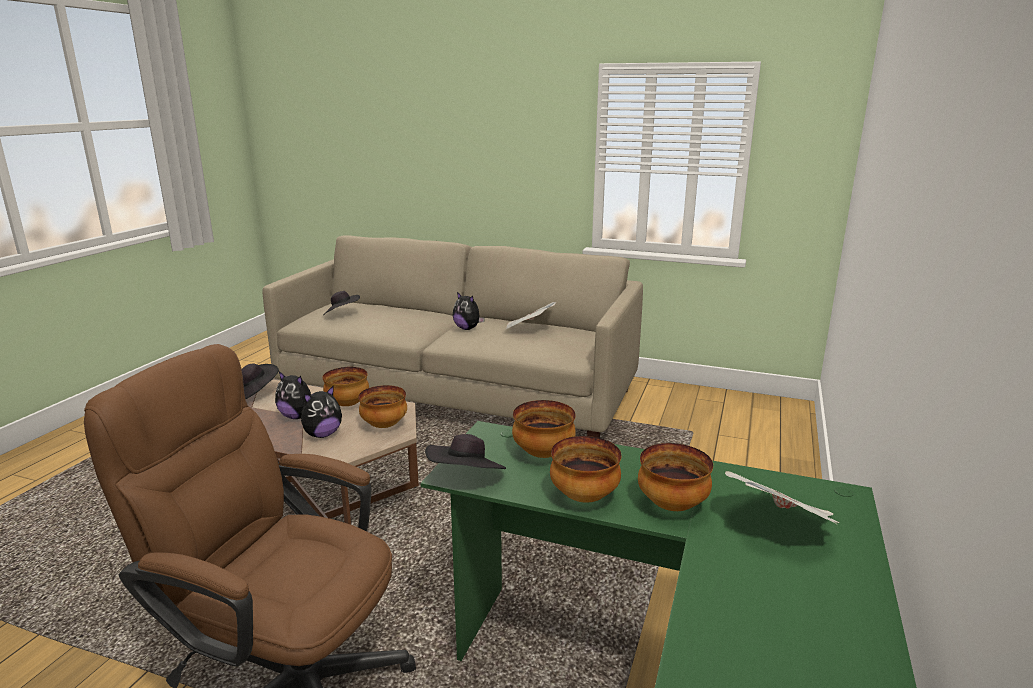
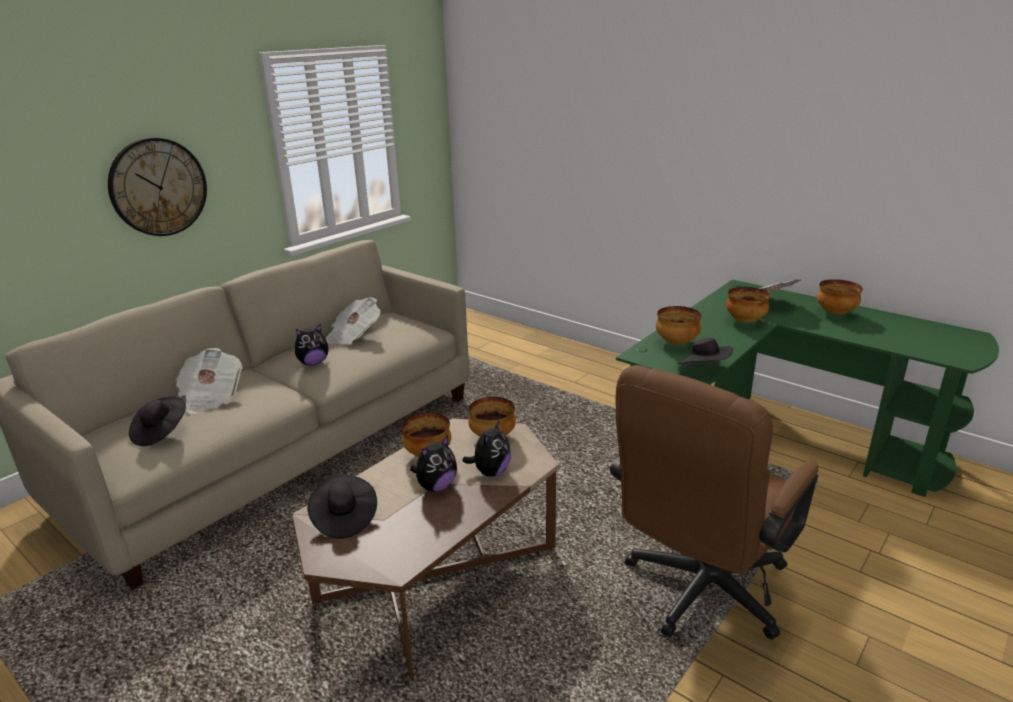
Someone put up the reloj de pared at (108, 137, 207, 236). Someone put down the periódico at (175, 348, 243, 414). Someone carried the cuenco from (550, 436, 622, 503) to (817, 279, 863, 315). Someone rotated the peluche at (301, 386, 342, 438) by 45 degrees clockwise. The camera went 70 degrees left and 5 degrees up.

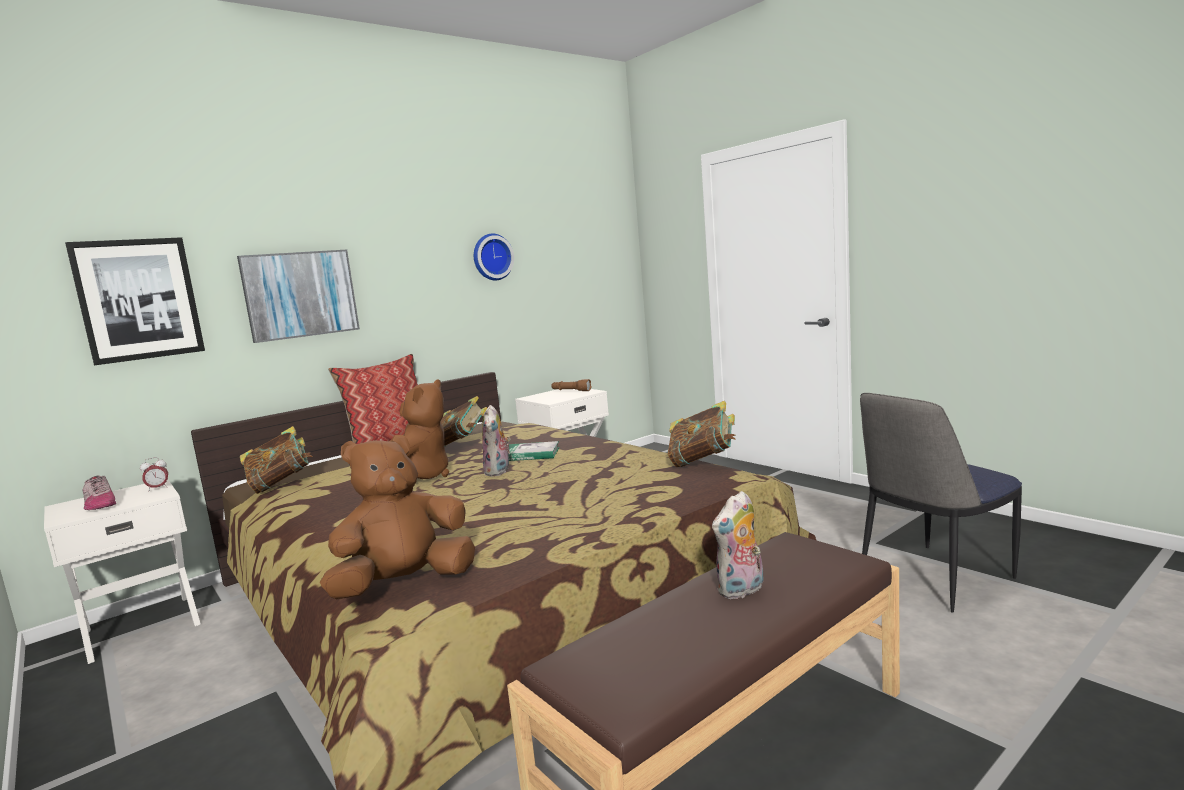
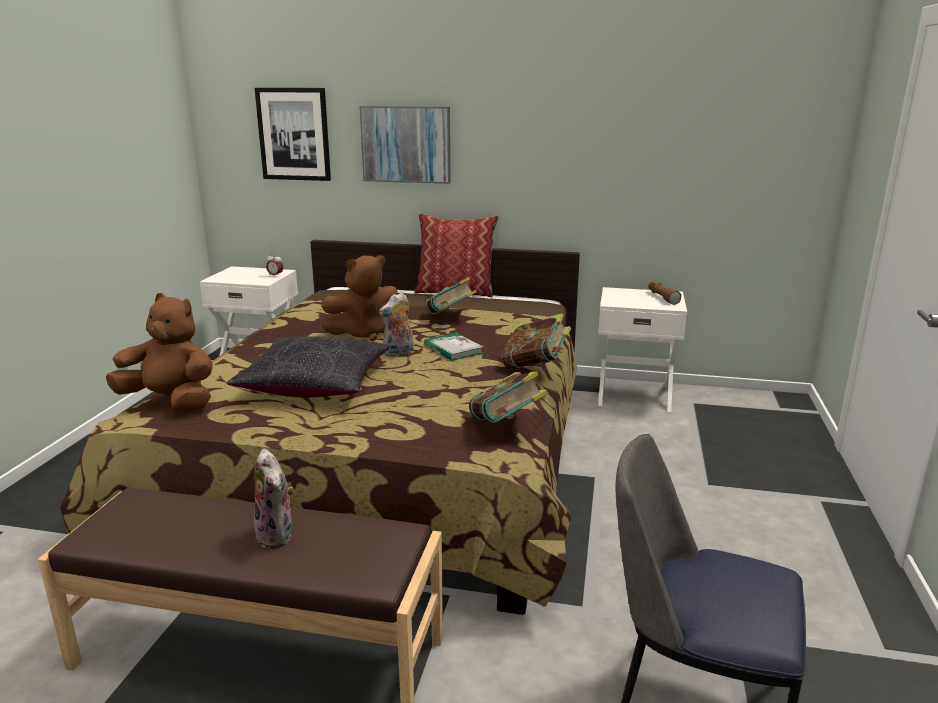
Someone took away the zapato at (83, 476, 116, 510). Someone took away the reloj de pared at (474, 234, 514, 281). Someone put down the cojín [negro] at (226, 336, 390, 398). Someone carried the libro from (240, 426, 312, 494) to (501, 313, 571, 370). Someone rotated the peluche at (712, 491, 764, 599) by 135 degrees counterclockwise. The camera went 50 degrees right and 10 degrees up.

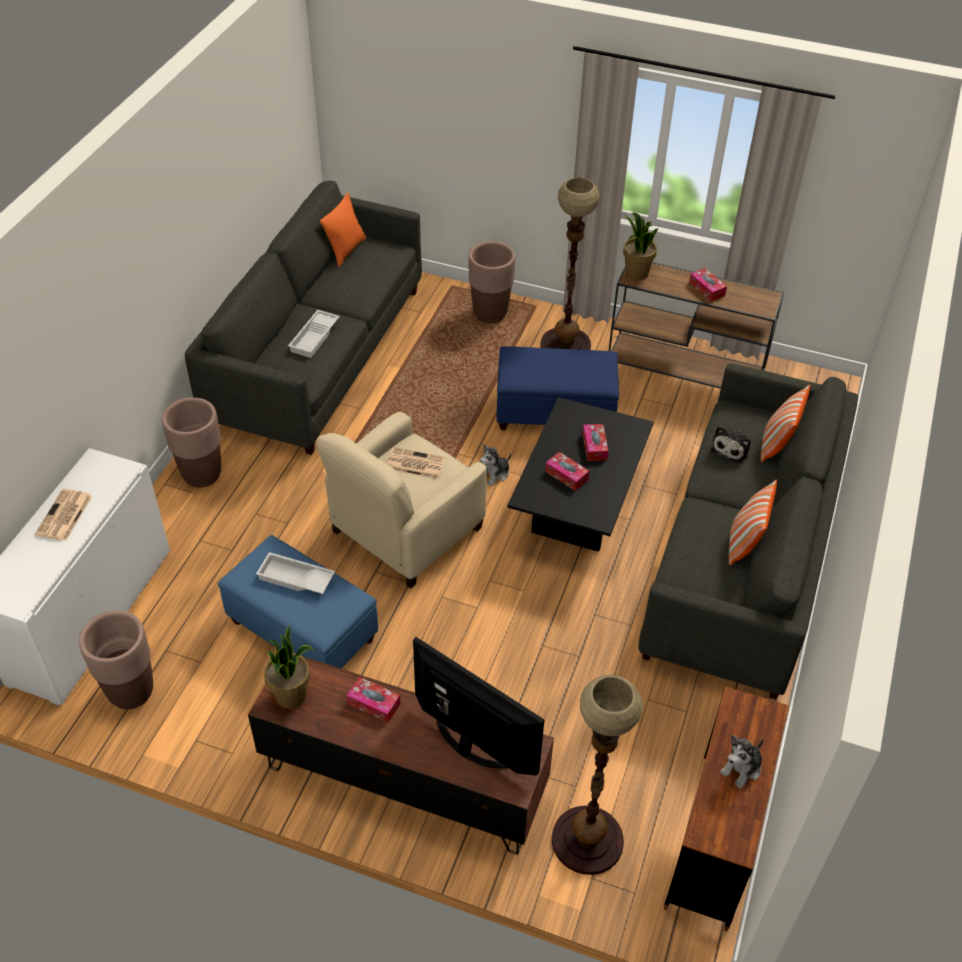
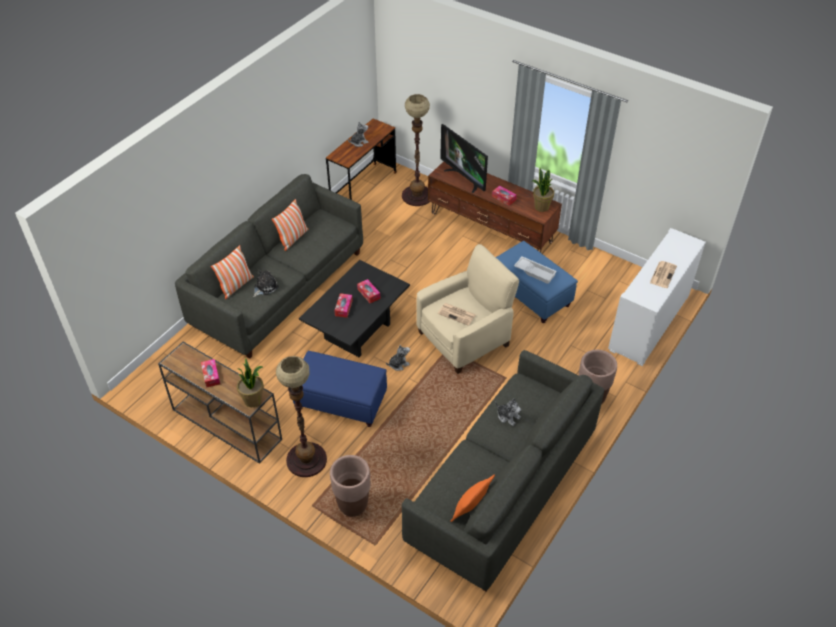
Someone took away the maceta [marrón] at (79, 610, 153, 709). Someone swapped the bandeja [blanco] at (288, 310, 340, 358) for the peluche at (496, 398, 521, 426). The camera went 165 degrees left and 0 degrees up.

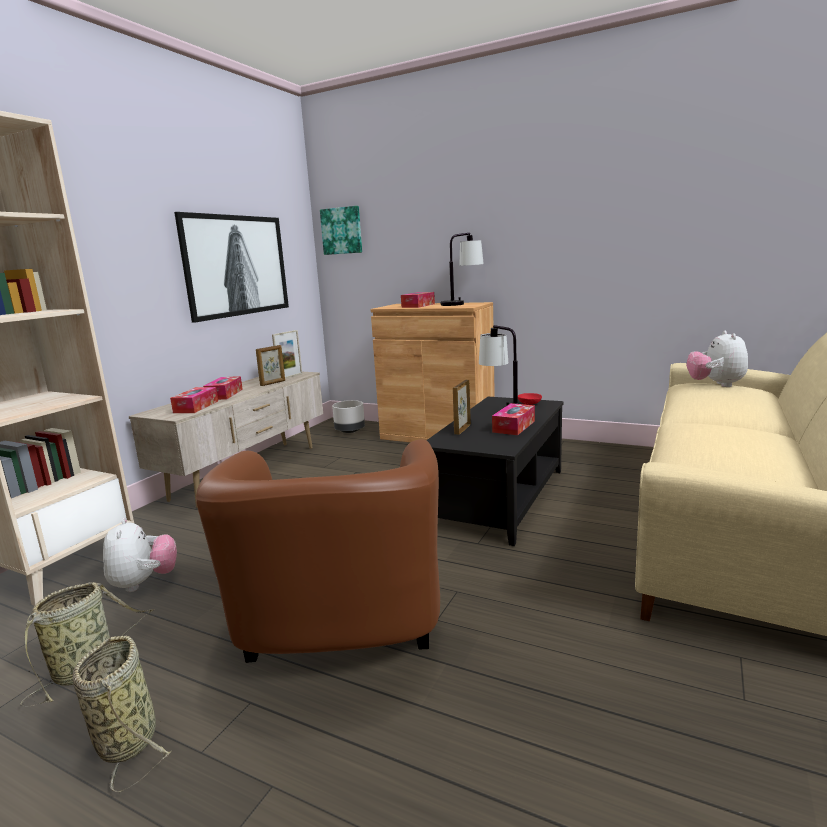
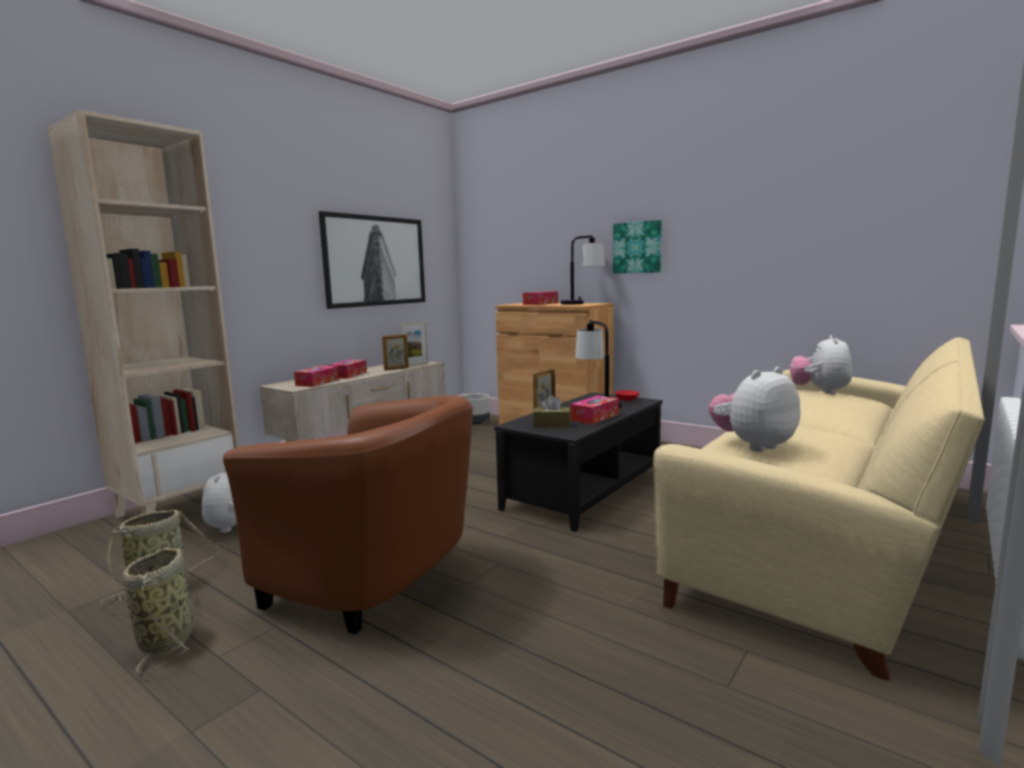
Someone put down the caja de pañuelos [marrón] at (533, 395, 571, 427). Someone put down the peluche at (709, 367, 800, 452). Someone carried the cuadro from (320, 206, 362, 255) to (613, 220, 662, 274). Someone rotated the sillón [marrón] at (196, 439, 440, 663) by 75 degrees counterclockwise. The camera went 10 degrees right and 5 degrees down.

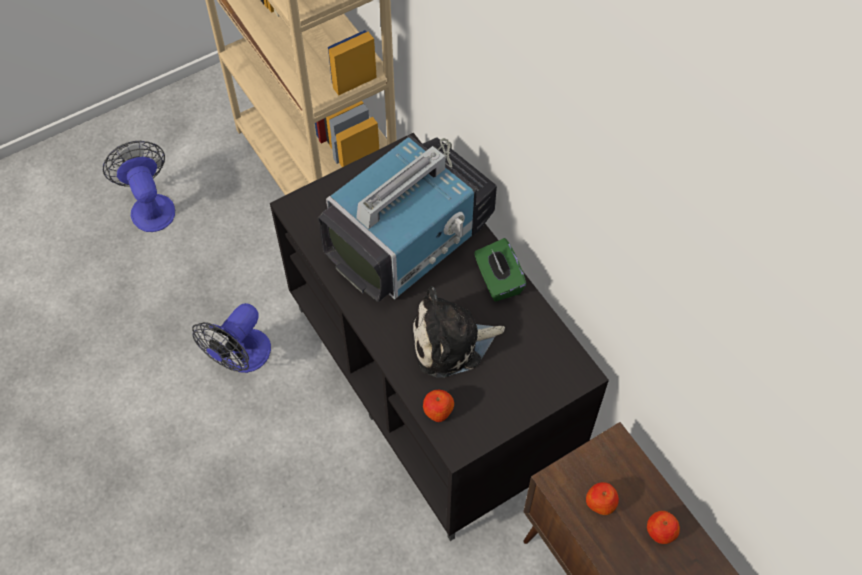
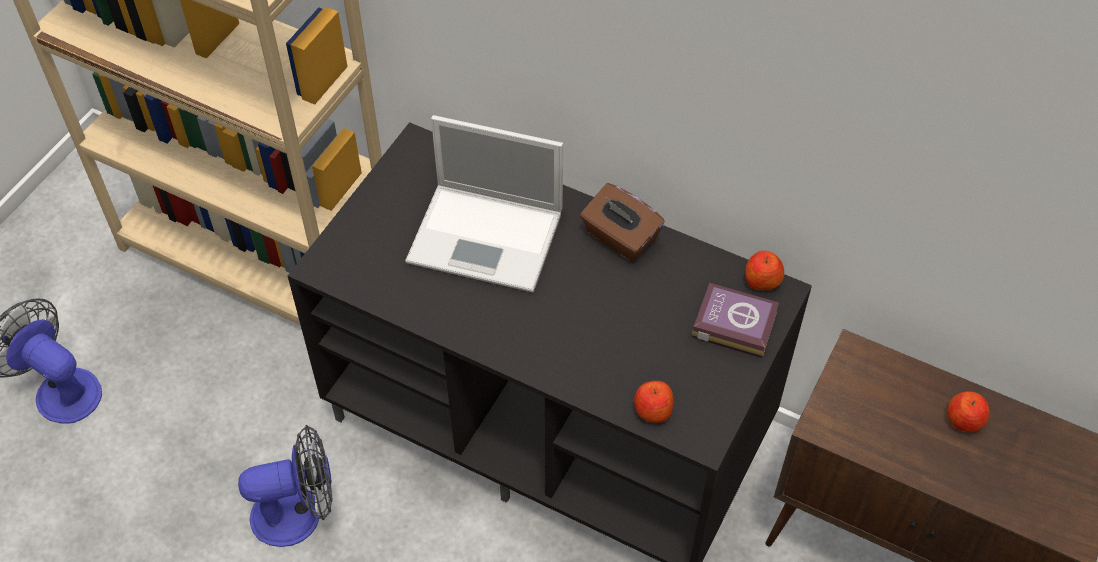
Someone took away the peluche at (412, 286, 505, 378). Someone put down the libro at (692, 283, 779, 358). Someone carried the manzana from (586, 482, 619, 515) to (745, 251, 784, 290). Someone swapped the televisor at (318, 135, 497, 302) for the portátil at (405, 115, 563, 292). Someone repainted the caja de pañuelos [verde] at (474, 238, 527, 301), which became the caja de pañuelos [marrón] at (580, 183, 665, 261). Someone rotated the ventilador at (192, 303, 271, 373) by 105 degrees counterclockwise. The camera went 30 degrees left and 5 degrees down.

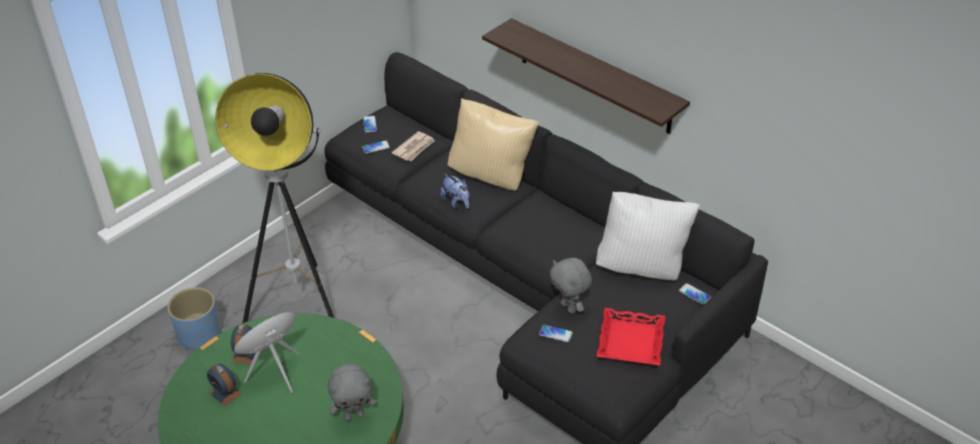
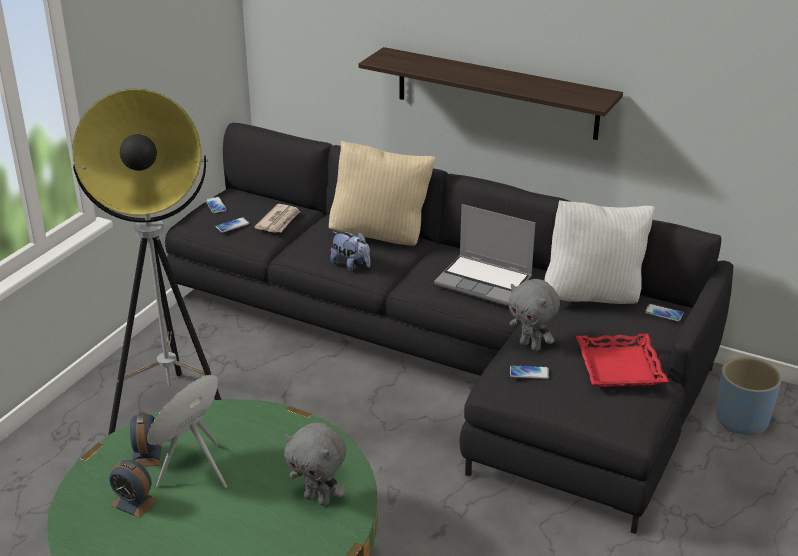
Someone put down the portátil at (434, 204, 535, 306). Someone carried the maceta [azul] from (167, 287, 220, 350) to (716, 357, 782, 435). Someone rotated the peluche [gris] at (328, 364, 376, 421) by 60 degrees clockwise. The camera went 15 degrees left and 10 degrees down.

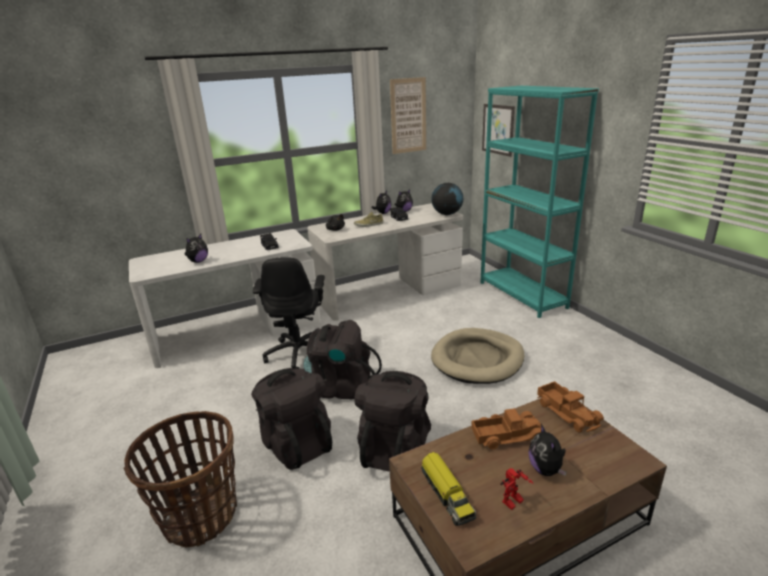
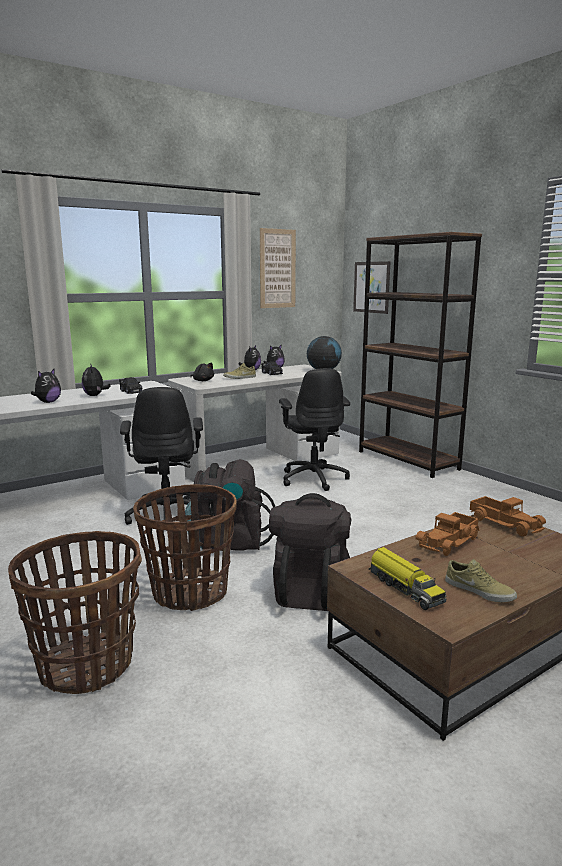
Someone took away the cama para perro [beis] at (431, 328, 524, 384). Someone put down the silla de oficina [negro] at (279, 368, 350, 491). Someone carried the peluche from (529, 424, 567, 476) to (82, 363, 110, 396). Someone swapped the mochila [negro] at (251, 368, 332, 470) for the cesta at (133, 484, 237, 611). Someone swapped the robot de juguete at (500, 468, 534, 510) for the zapato [beis] at (445, 559, 517, 602). Someone repainted the estantería [turquesa] at (480, 86, 599, 318), which became the estantería [marrón] at (359, 232, 482, 478). Someone rotated the camión de juguete at (471, 408, 541, 449) by 150 degrees clockwise. The camera went 10 degrees left and 10 degrees down.

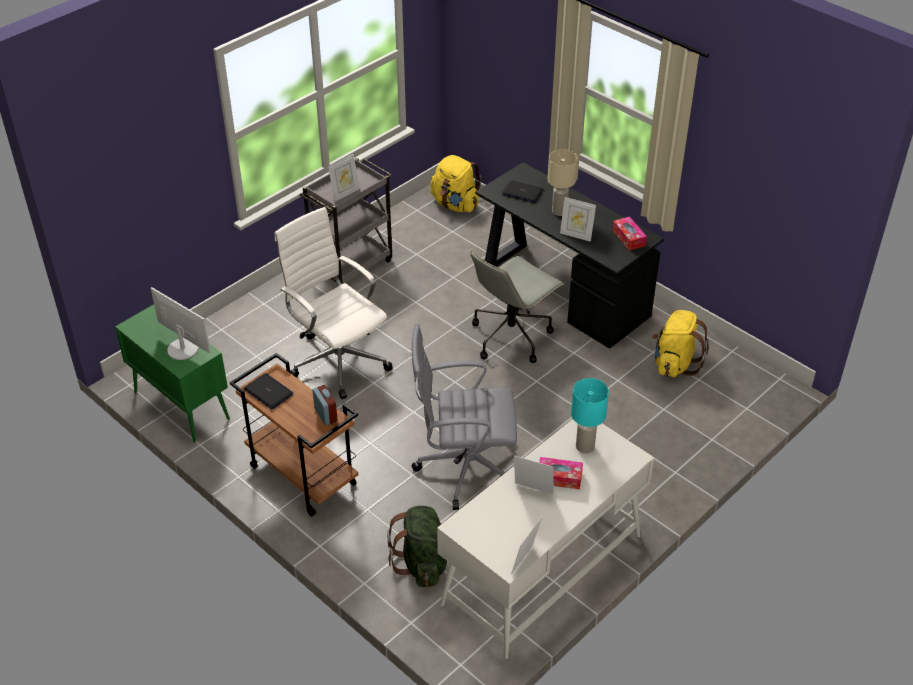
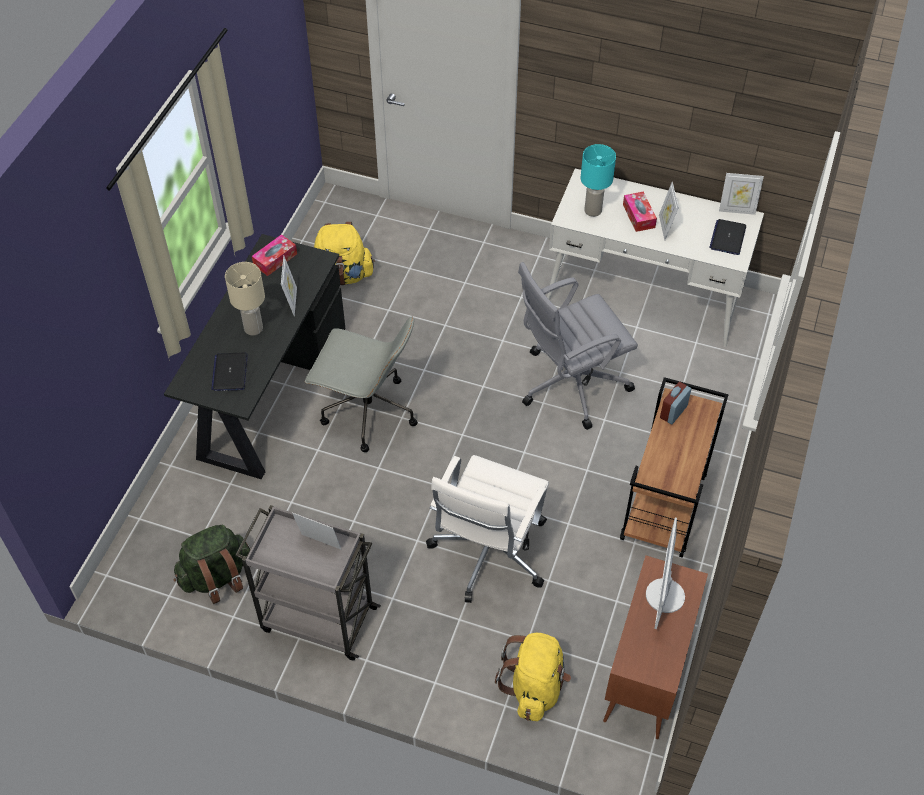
Someone carried the portátil from (244, 374, 294, 409) to (709, 219, 746, 255). Someone carried the mochila [verde] from (387, 506, 447, 587) to (174, 525, 250, 604). Someone carried the mochila [amarillo] from (431, 155, 481, 212) to (495, 633, 571, 721). Someone repainted the armario [verde] at (115, 304, 230, 443), which became the armario [marrón] at (603, 555, 708, 739). Someone rotated the silla de oficina [gris] at (412, 324, 517, 510) by 90 degrees clockwise. The camera went 115 degrees left and 10 degrees up.

